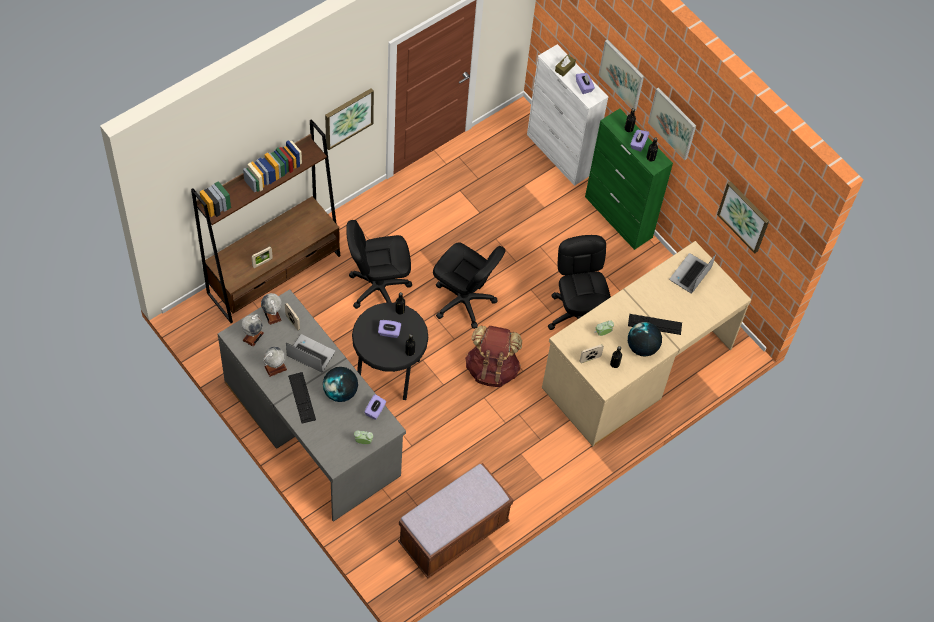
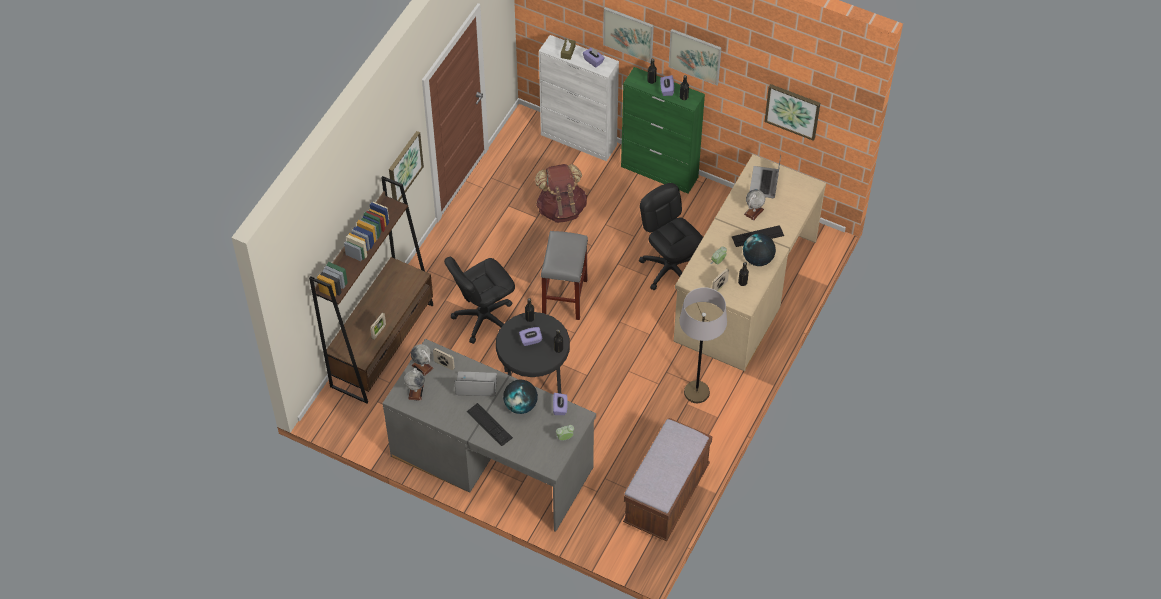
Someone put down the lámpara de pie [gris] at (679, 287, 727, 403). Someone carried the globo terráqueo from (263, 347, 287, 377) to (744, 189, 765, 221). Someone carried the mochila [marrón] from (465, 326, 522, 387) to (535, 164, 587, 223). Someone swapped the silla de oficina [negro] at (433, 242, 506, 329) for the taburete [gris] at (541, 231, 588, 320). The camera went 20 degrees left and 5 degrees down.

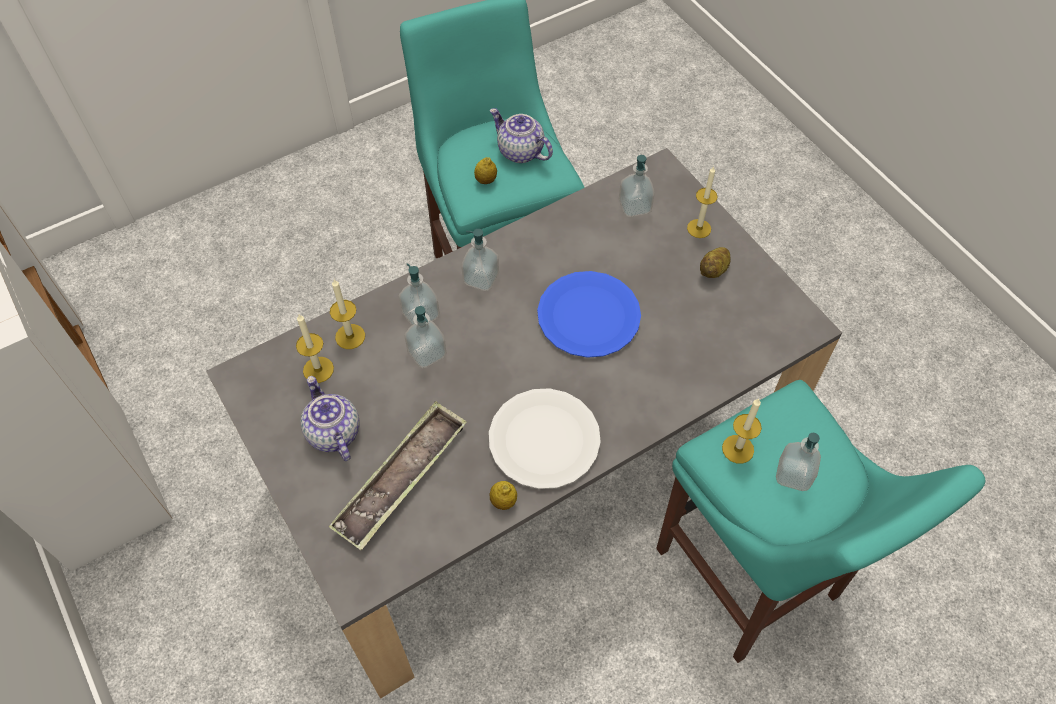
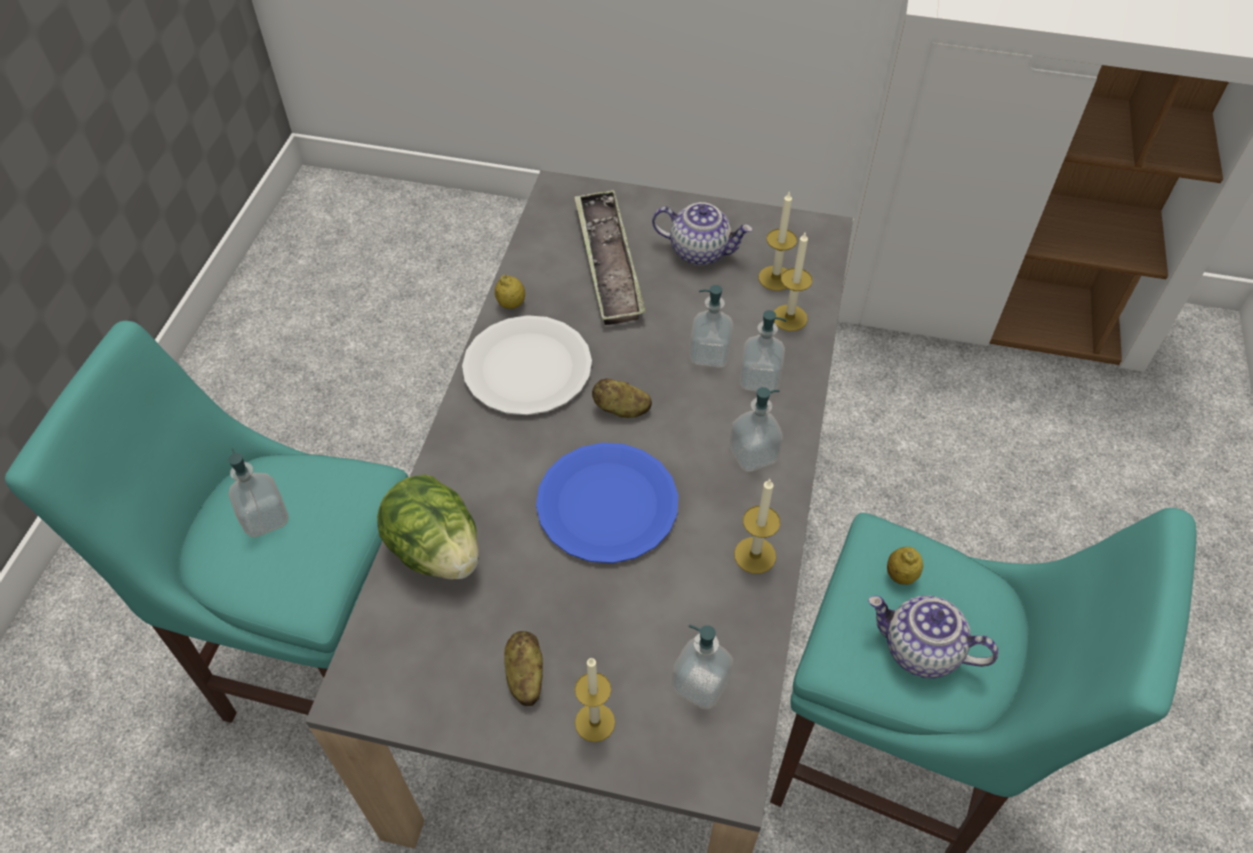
Someone put down the lechuga at (377, 474, 479, 580). Someone put down the patata at (592, 378, 652, 418). Someone carried the vela from (722, 399, 762, 464) to (734, 479, 780, 574). Someone rotated the tetera at (490, 108, 553, 163) by 150 degrees counterclockwise. The camera went 135 degrees right and 5 degrees down.

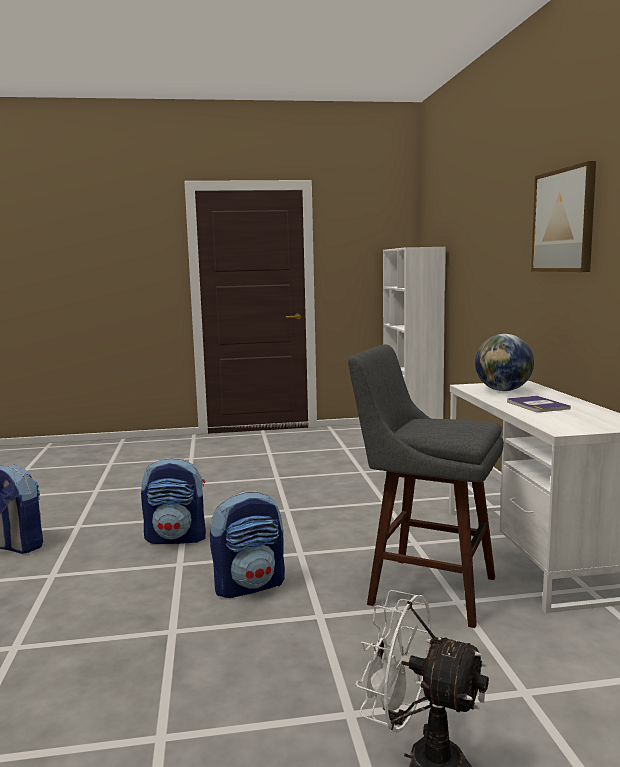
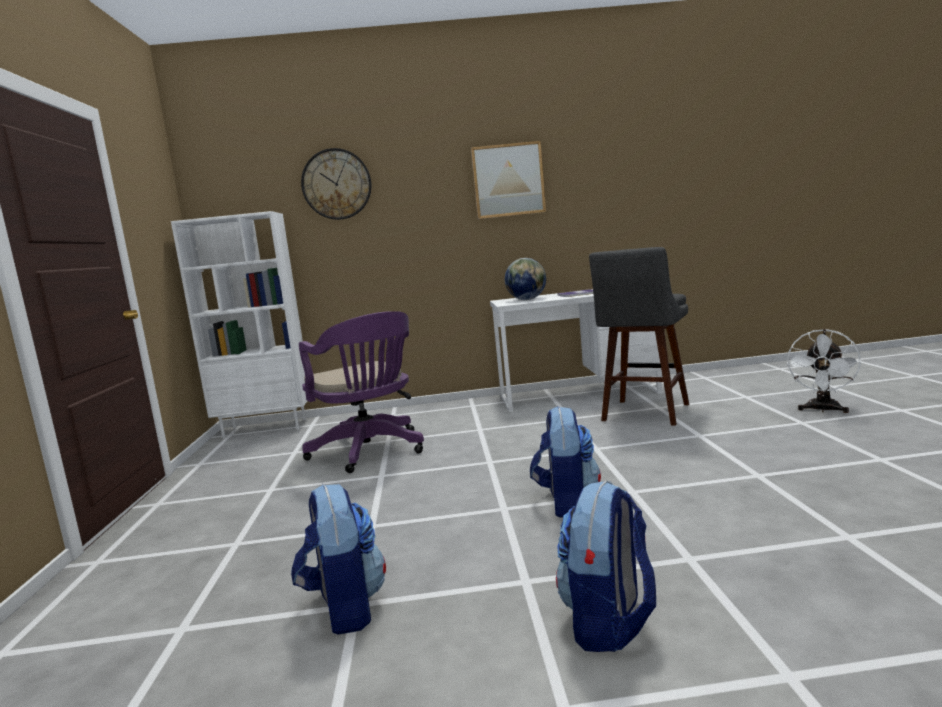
Someone put down the silla de oficina [morado] at (299, 311, 424, 473). Someone put up the reloj de pared at (301, 148, 371, 220). Someone carried the mochila from (210, 491, 285, 598) to (291, 484, 386, 634). The camera went 85 degrees left and 0 degrees up.

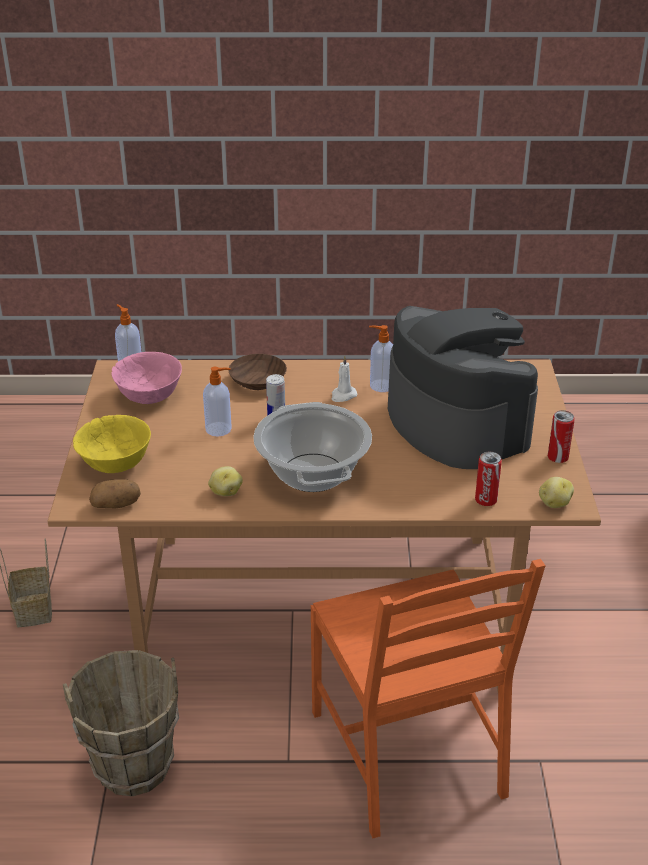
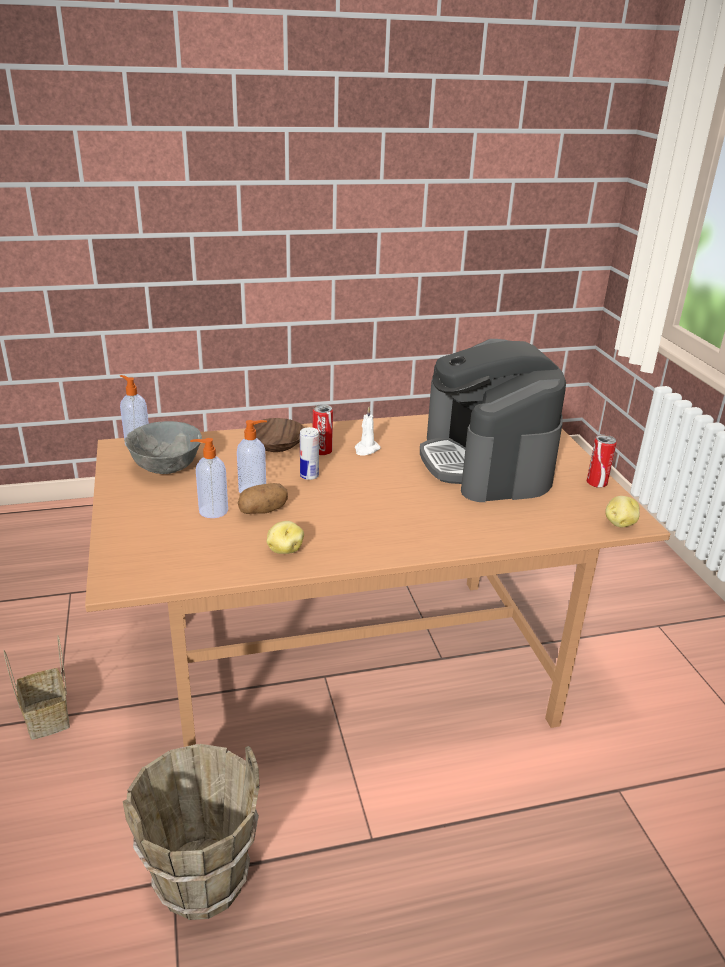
Someone took away the cuenco [amarillo] at (73, 415, 151, 473). Someone took away the olla at (253, 402, 372, 492). Someone took away the silla [naranja] at (311, 559, 546, 838). Someone carried the patata from (89, 479, 141, 509) to (238, 483, 288, 514). Someone carried the dispensador de jabón from (369, 325, 393, 392) to (190, 438, 228, 518). Someone carried the lata from (475, 451, 502, 506) to (313, 404, 333, 455). Someone repainted the cuenco [rosa] at (111, 352, 182, 404), which became the cuenco [gris] at (124, 421, 202, 474). Someone rotated the cafetera at (388, 306, 538, 469) by 150 degrees counterclockwise. The camera went 15 degrees left and 5 degrees down.

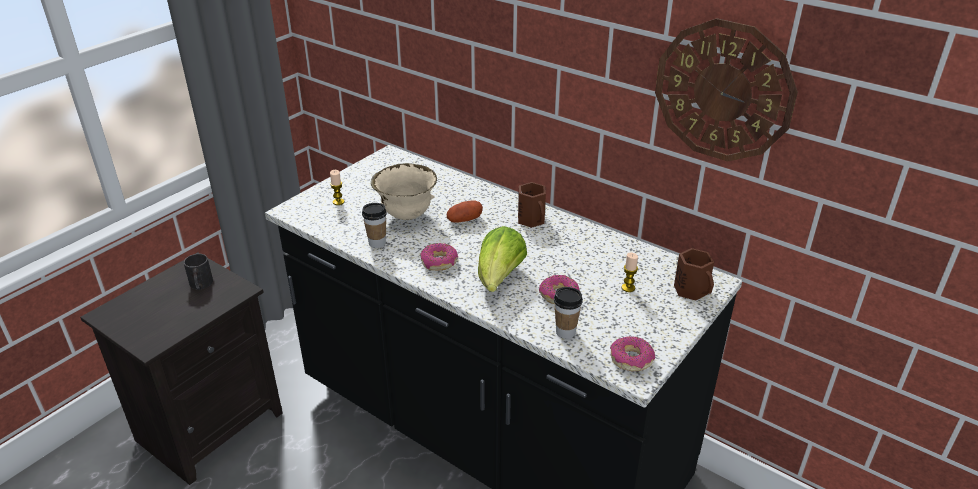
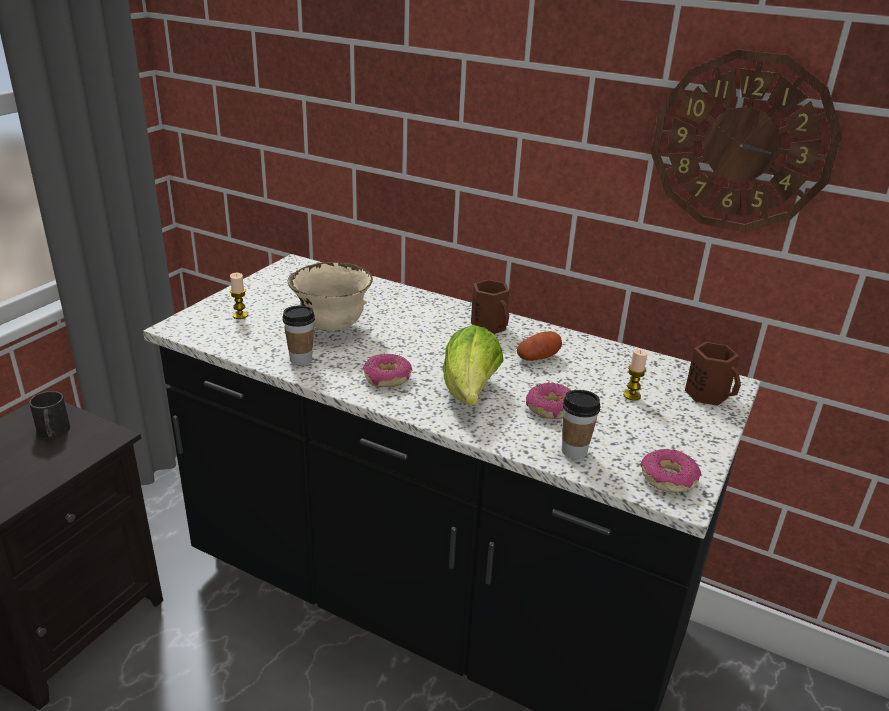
Someone carried the patata from (447, 200, 483, 223) to (517, 331, 562, 361). The camera went 10 degrees left and 5 degrees down.

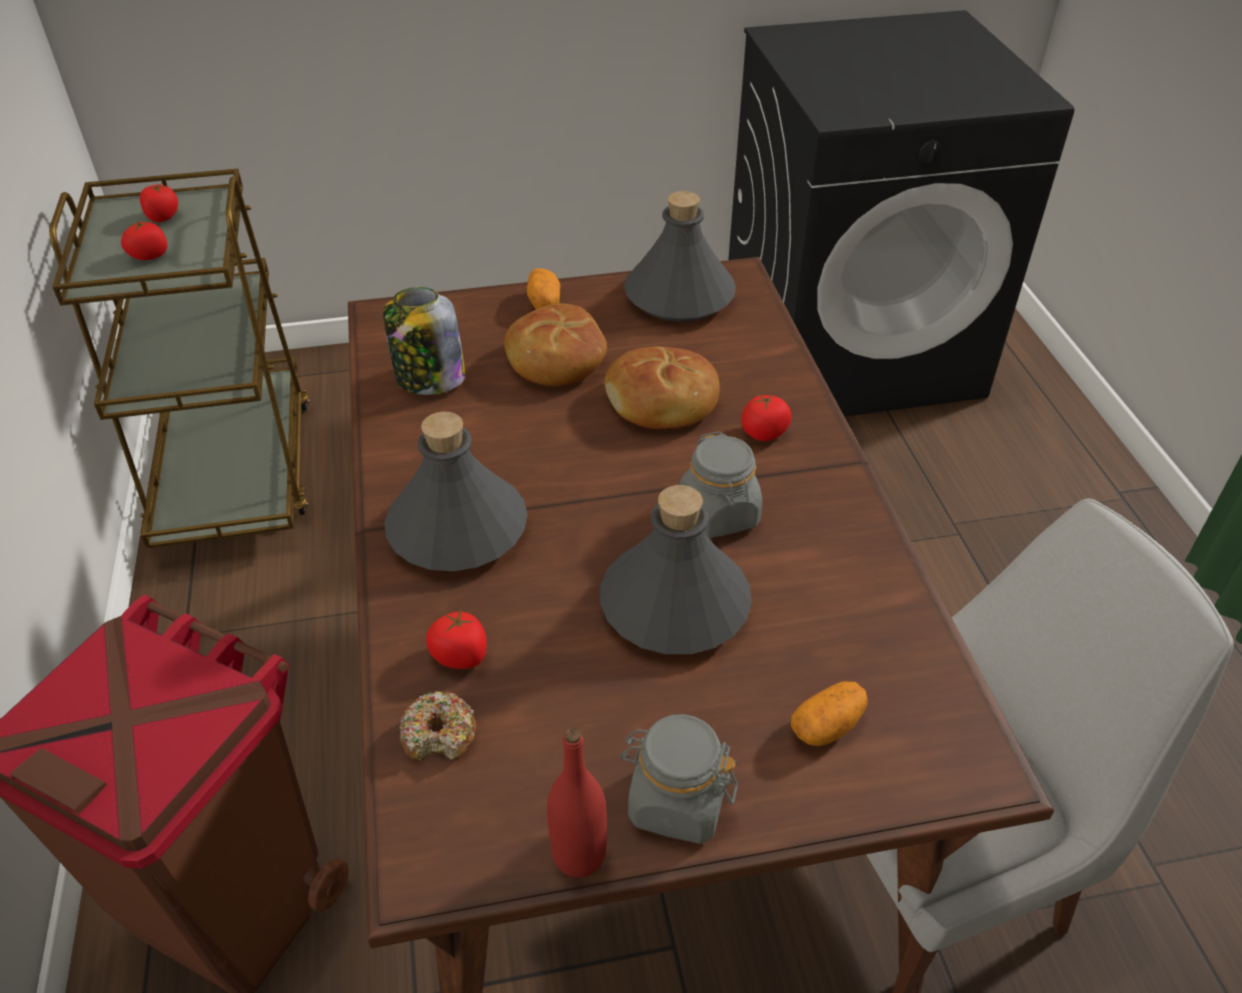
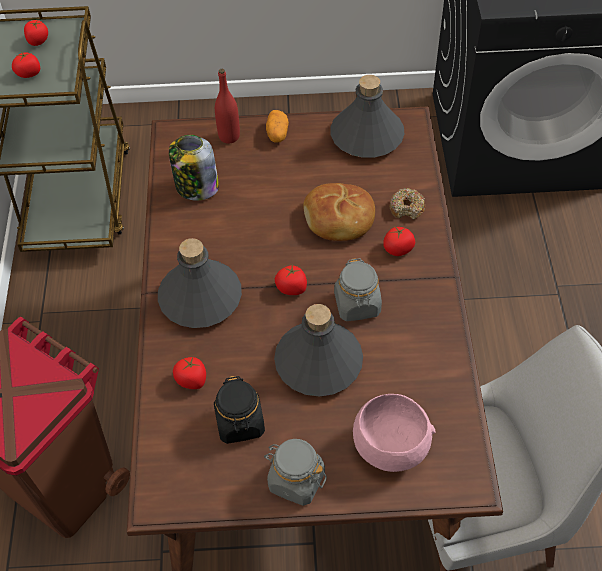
Someone took away the pan at (504, 303, 607, 386). Someone put down the tarro [negro] at (214, 376, 265, 444). Someone put down the tomate at (275, 265, 307, 295). Someone carried the rosquilla from (400, 691, 476, 761) to (389, 188, 425, 220). Someone carried the botella [rojo] from (547, 727, 607, 877) to (215, 69, 240, 144). Someone swapped the patata at (791, 681, 868, 746) for the cuenco [rosa] at (353, 394, 436, 472). The camera went 10 degrees right and 10 degrees up.

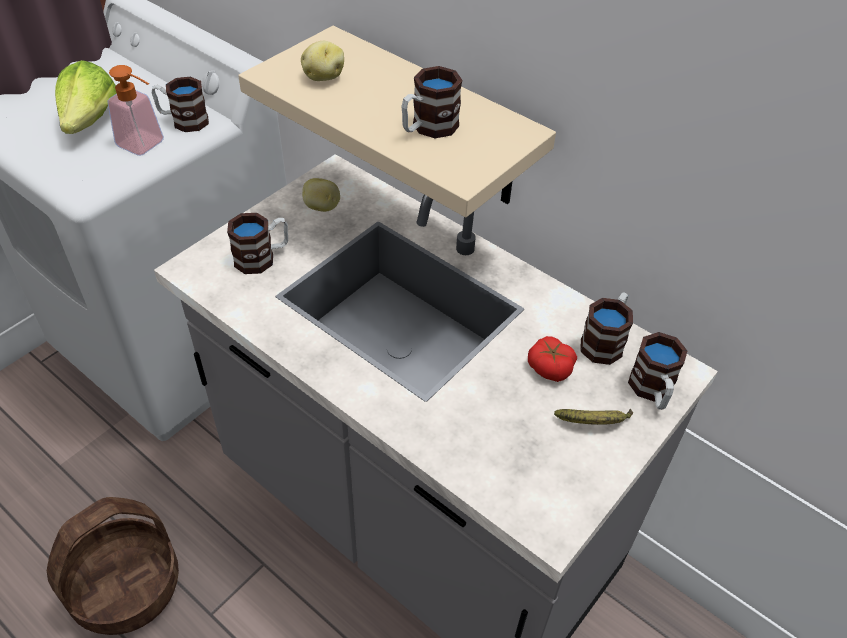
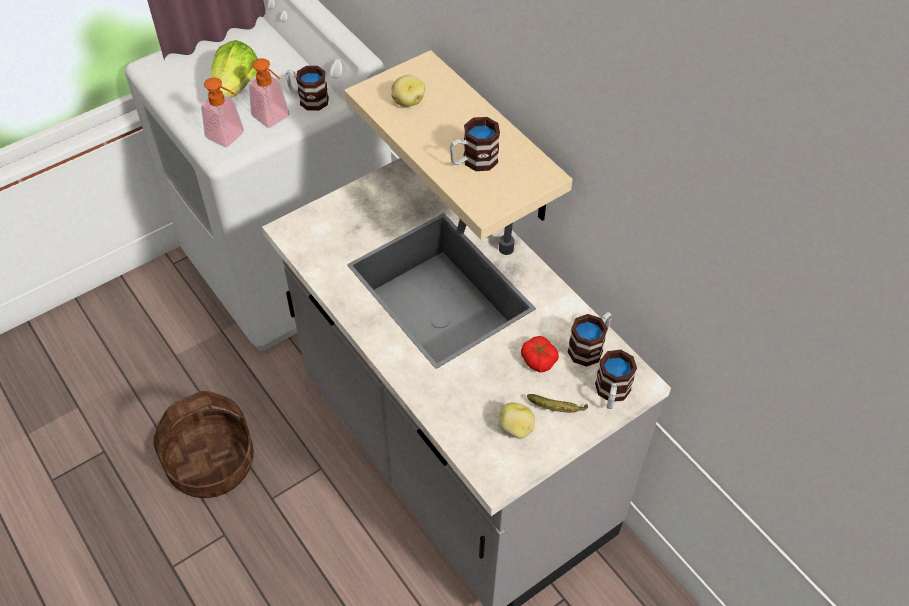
Someone took away the taza grande at (227, 213, 288, 274). Someone put down the dispensador de jabón at (201, 78, 244, 147). Someone carried the patata from (302, 178, 340, 212) to (499, 402, 535, 439). The camera went 15 degrees right and 5 degrees up.

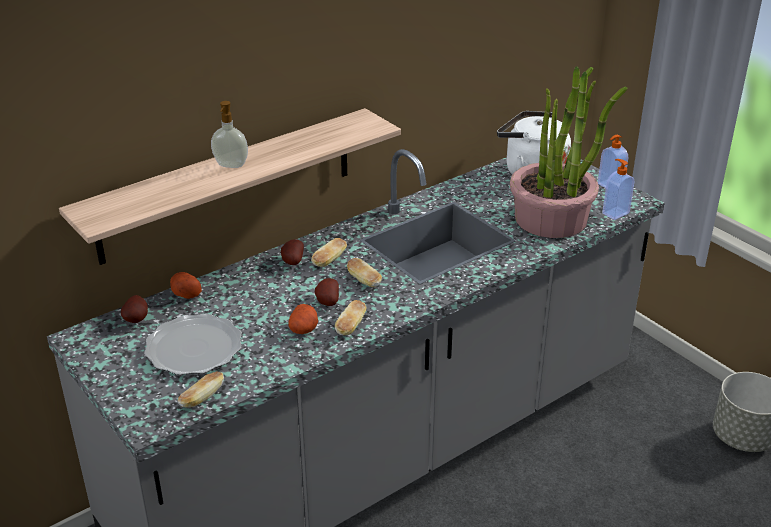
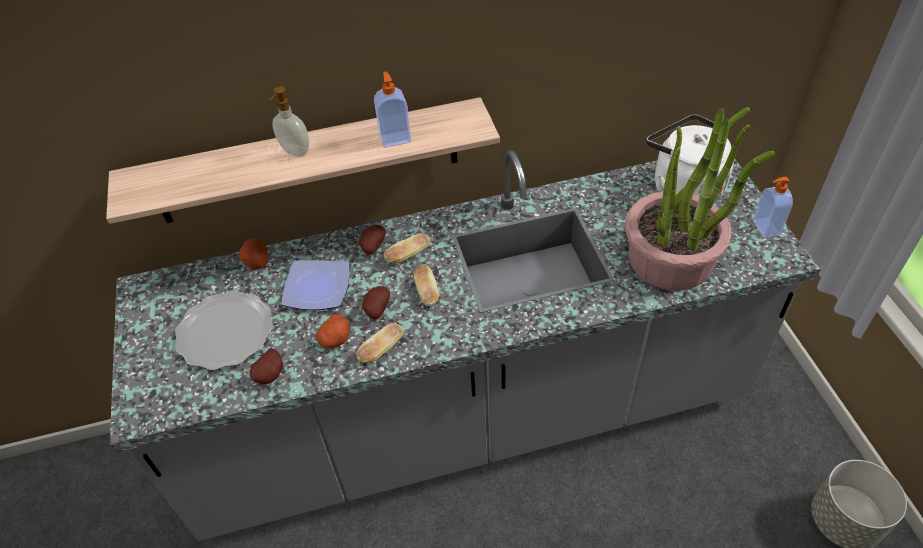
Someone took away the pan at (178, 371, 224, 408). Someone put down the plato at (281, 260, 350, 310). Someone carried the patata from (121, 295, 148, 323) to (250, 349, 283, 384). Someone carried the dispensador de jabón from (602, 159, 634, 220) to (374, 72, 411, 148). The camera went 25 degrees right and 15 degrees up.

